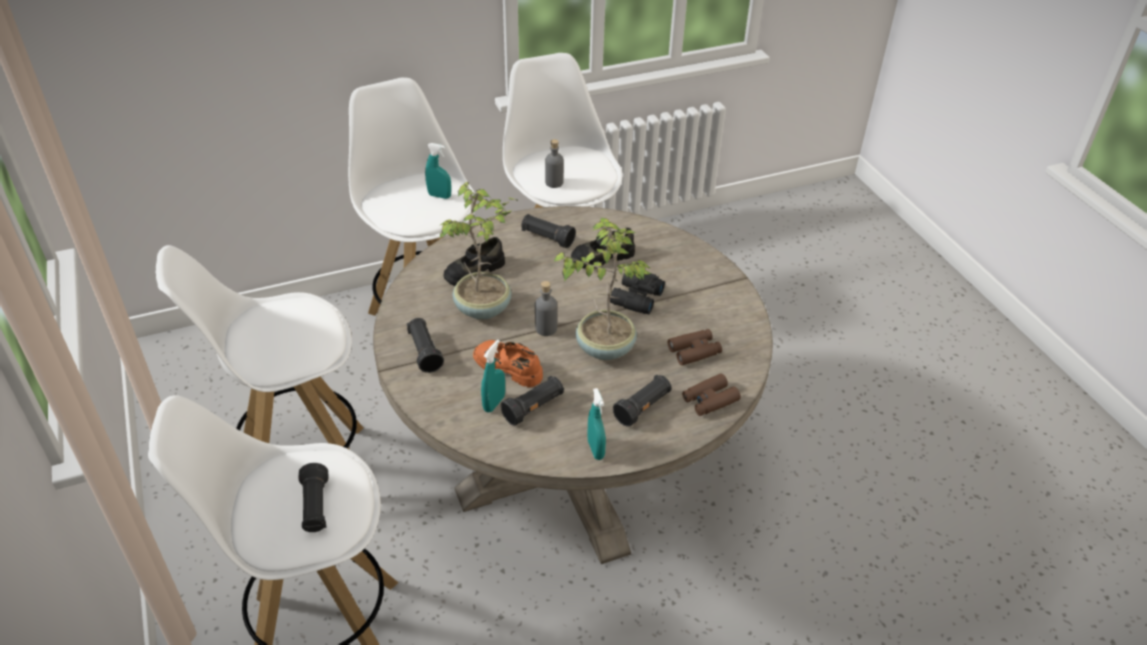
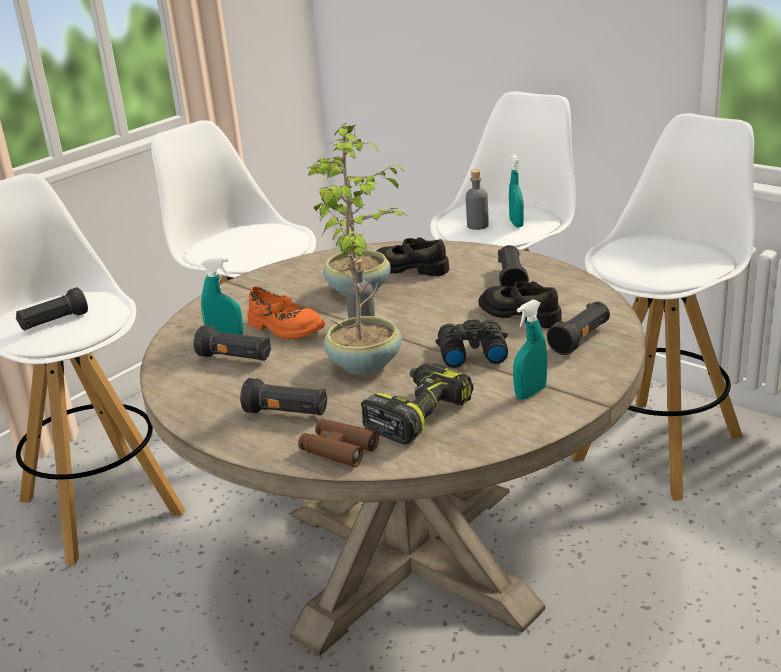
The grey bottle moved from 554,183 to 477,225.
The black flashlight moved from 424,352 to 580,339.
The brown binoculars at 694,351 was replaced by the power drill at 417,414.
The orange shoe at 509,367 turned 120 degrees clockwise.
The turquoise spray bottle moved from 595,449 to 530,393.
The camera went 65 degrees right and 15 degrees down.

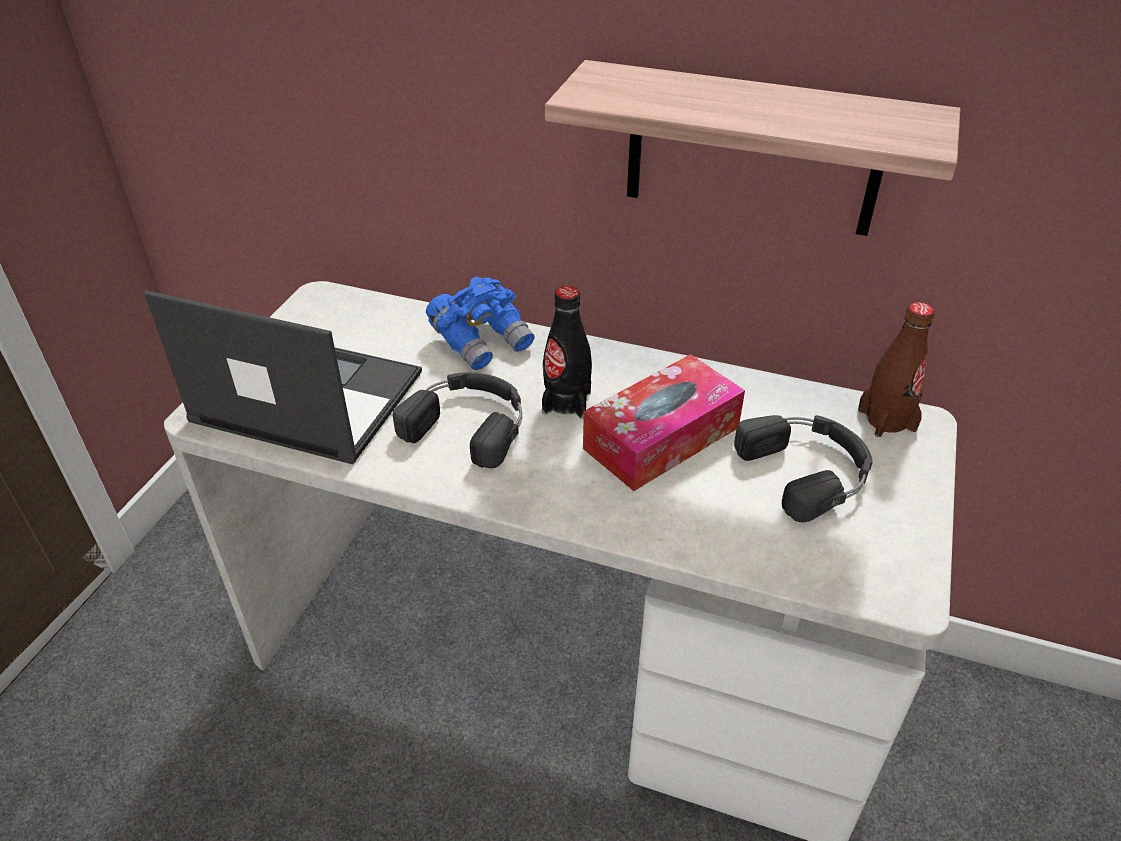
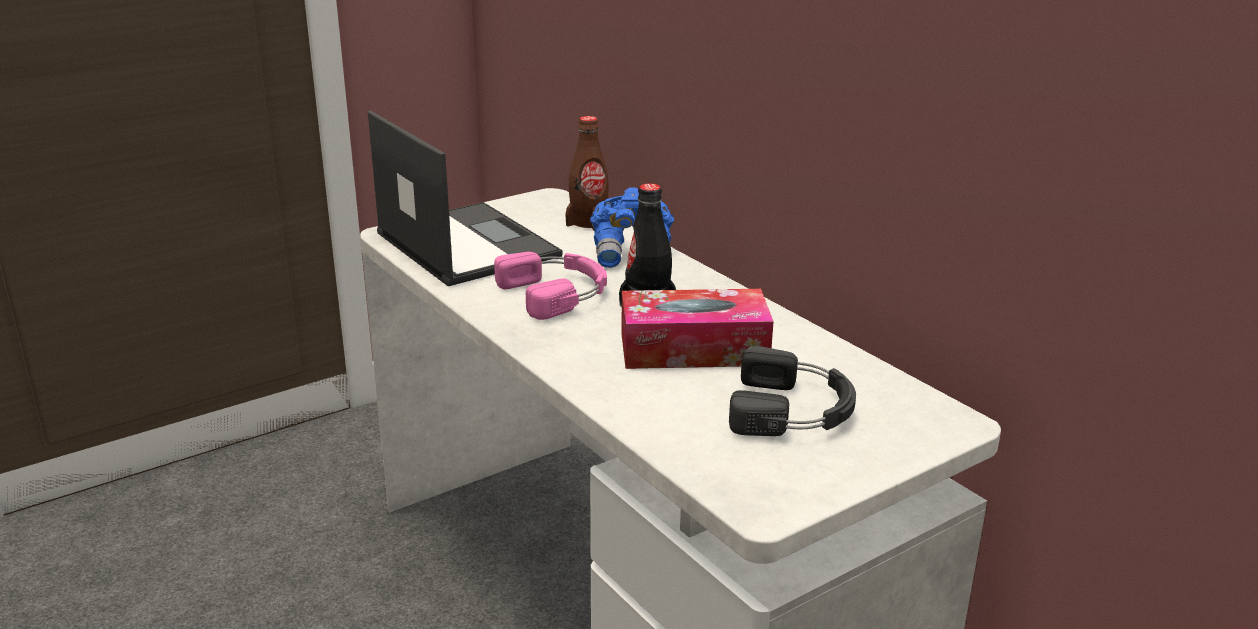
The shelf at 753,151 disappeared.
The brown bottle moved from 886,420 to 588,222.
The black headphones at 469,423 became the pink headphones at 557,293.
The camera went 35 degrees right and 15 degrees down.

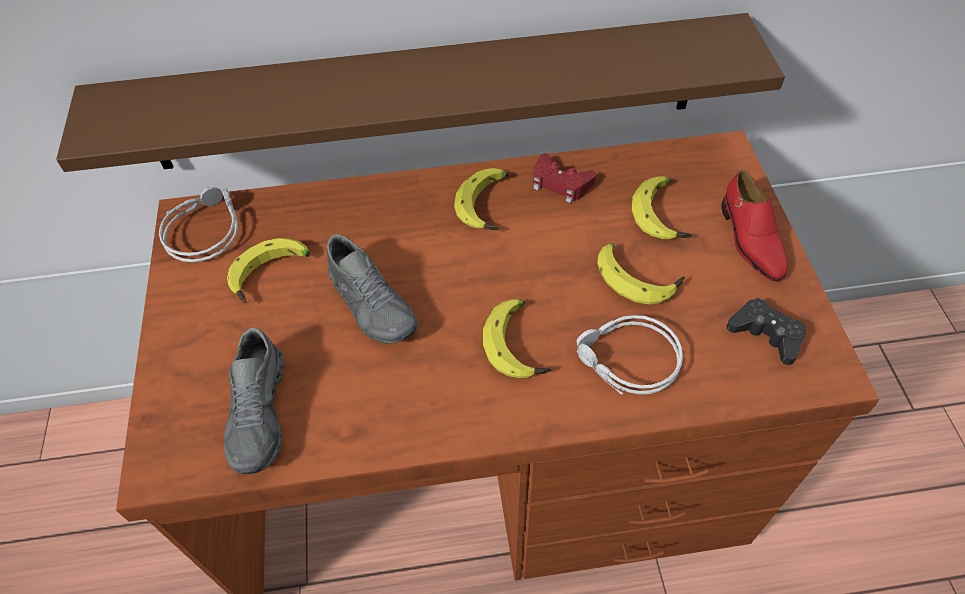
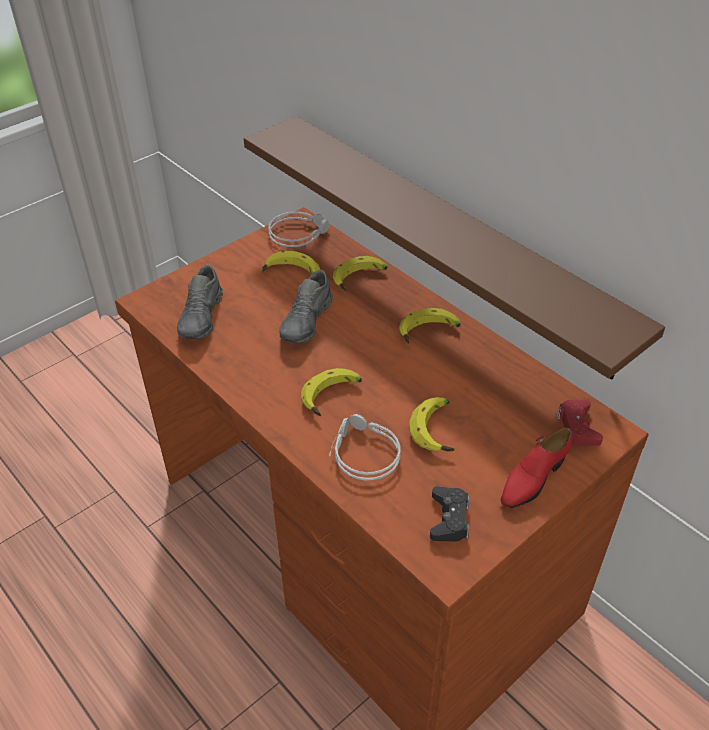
The red game controller moved from 560,183 to 577,427.
The banana moved from 663,214 to 360,279.
The grey shoe at 260,413 turned 45 degrees counterclockwise.
The camera went 55 degrees right and 10 degrees down.

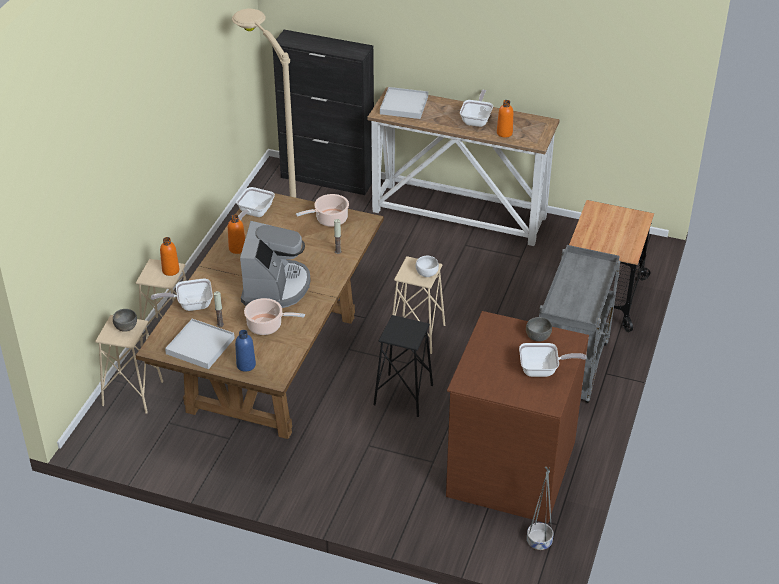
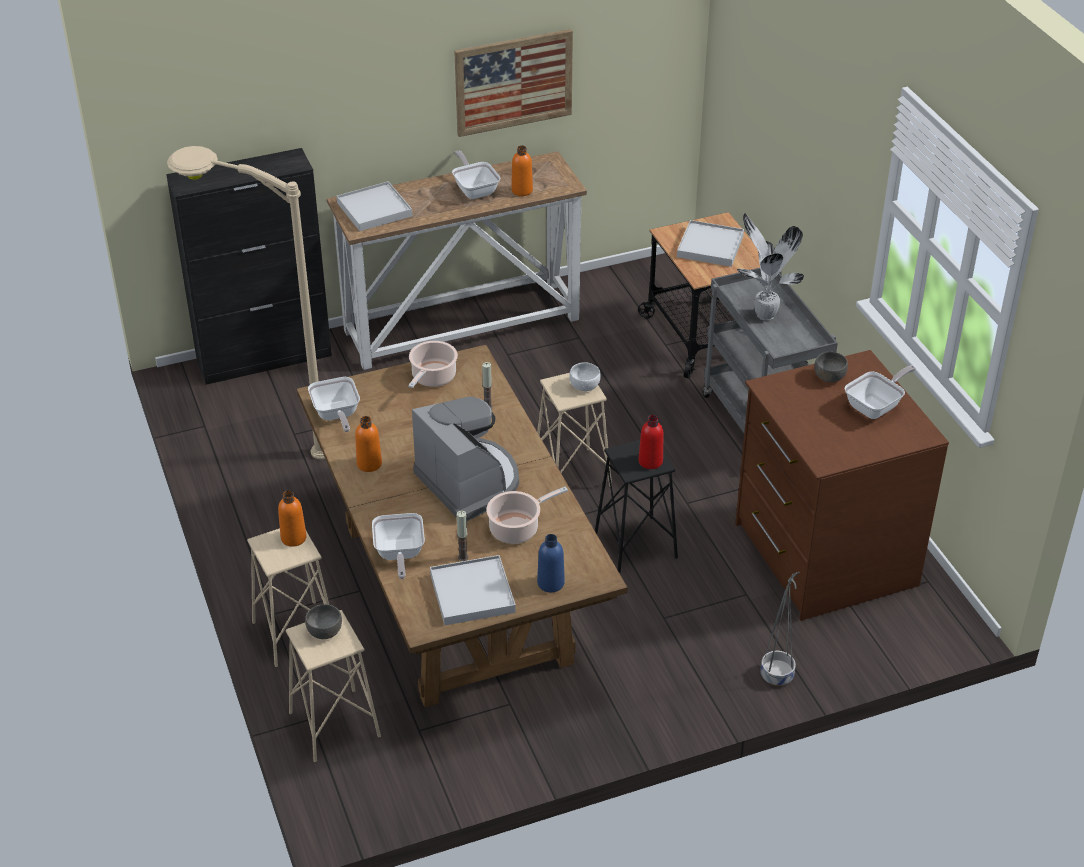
The frying pan at 190,304 turned 45 degrees counterclockwise.
The grey planter moved from 539,542 to 777,676.
The picture at 513,82 appeared.
The potted plant at 763,314 appeared.
The white tray at 710,246 appeared.
The red bottle at 650,461 appeared.
The camera went 40 degrees left and 0 degrees up.

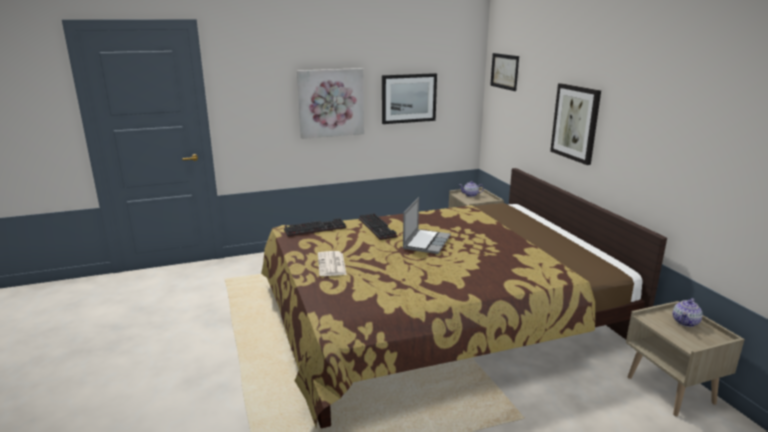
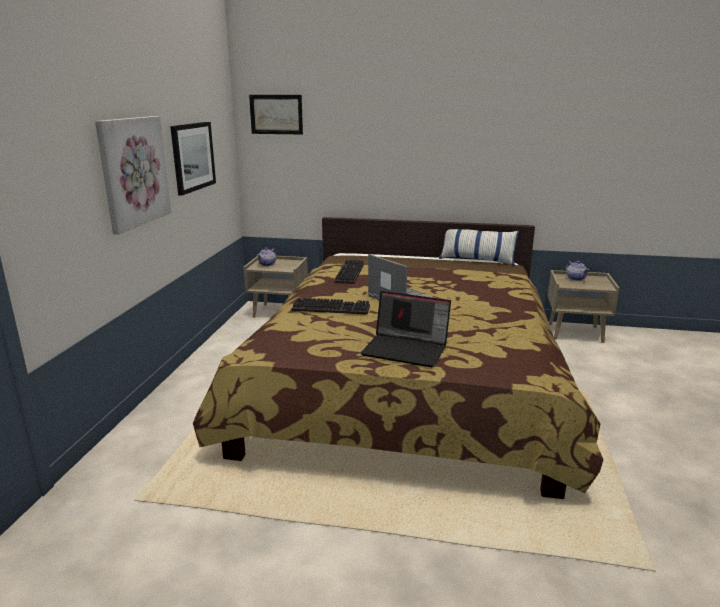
The picture at 575,123 disappeared.
The keyboard moved from 316,228 to 348,273.
The newspaper at 332,264 was replaced by the laptop at 406,349.
The pillow at 477,260 appeared.
The camera went 60 degrees left and 0 degrees up.

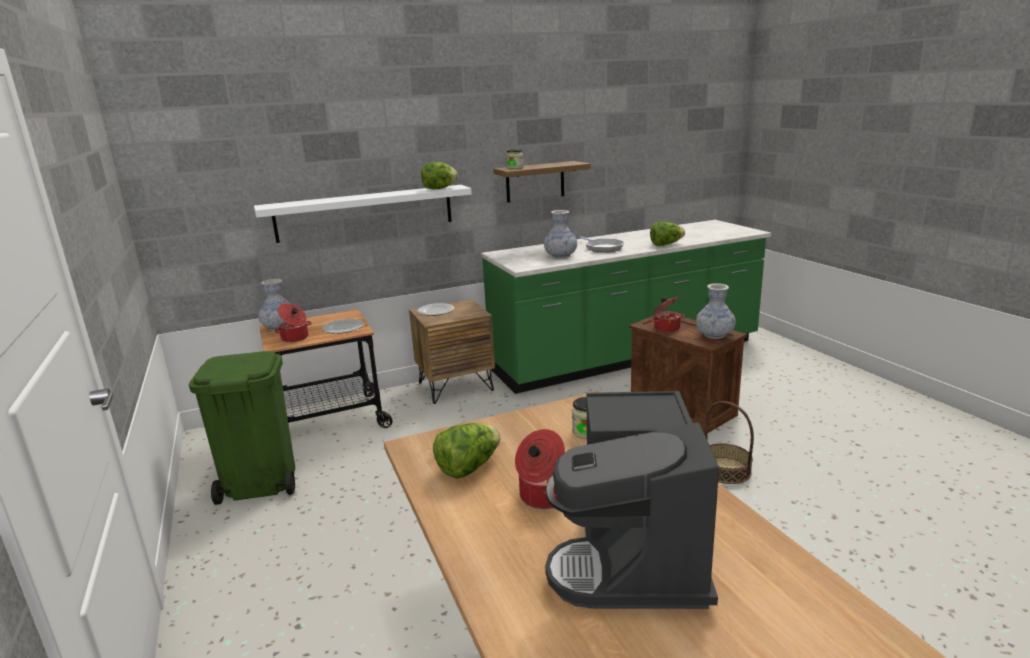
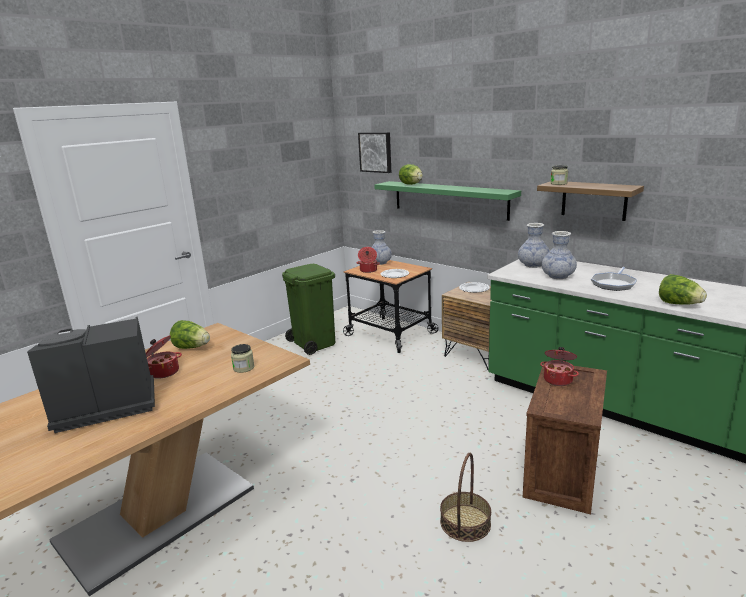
The lettuce moved from 439,189 to 411,184.
The white shelf at 365,213 became the green shelf at 449,199.
The vase moved from 714,335 to 533,265.
The picture at 376,152 appeared.
The camera went 65 degrees right and 0 degrees up.

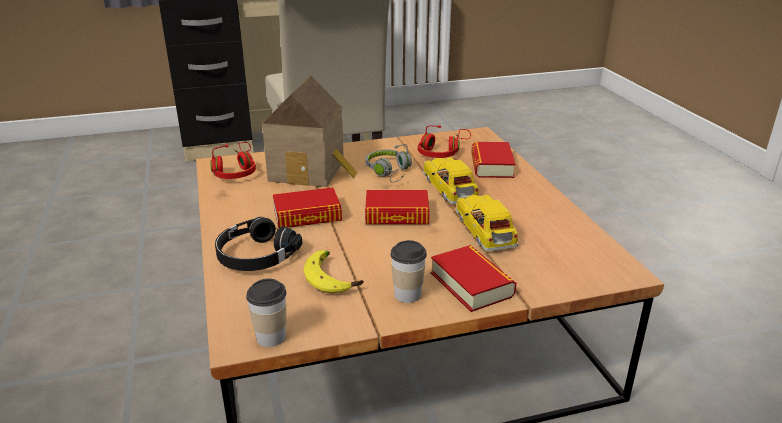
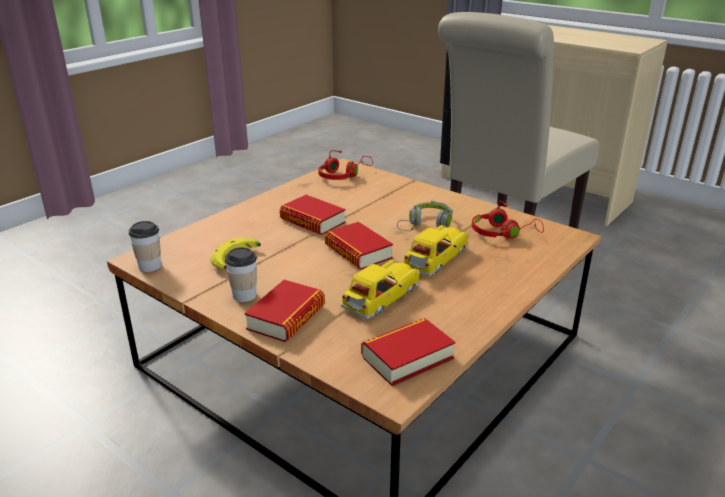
The toy house at 311,171 disappeared.
The book moved from 491,165 to 407,357.
The black headphones at 255,255 disappeared.
The camera went 55 degrees right and 0 degrees up.

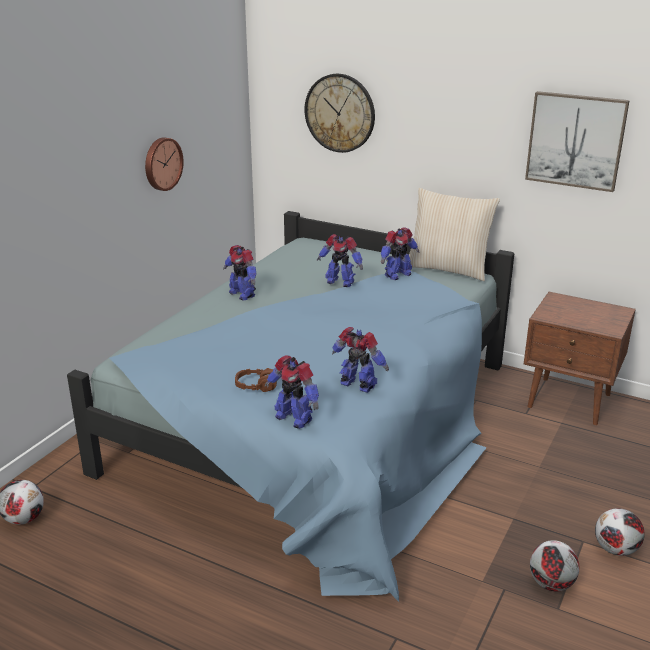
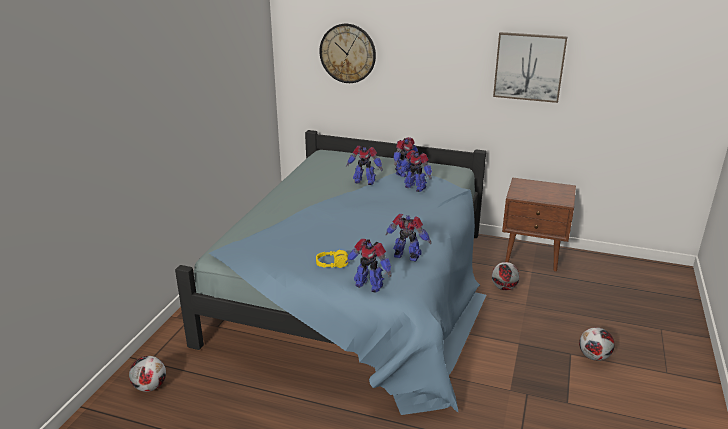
The wall clock at 162,163 disappeared.
The beige pillow at 448,269 disappeared.
The toy robot moved from 242,294 to 415,187.
The brown headphones at 256,386 became the yellow headphones at 332,264.
The football moved from 550,583 to 503,288.
The camera went 10 degrees left and 0 degrees up.

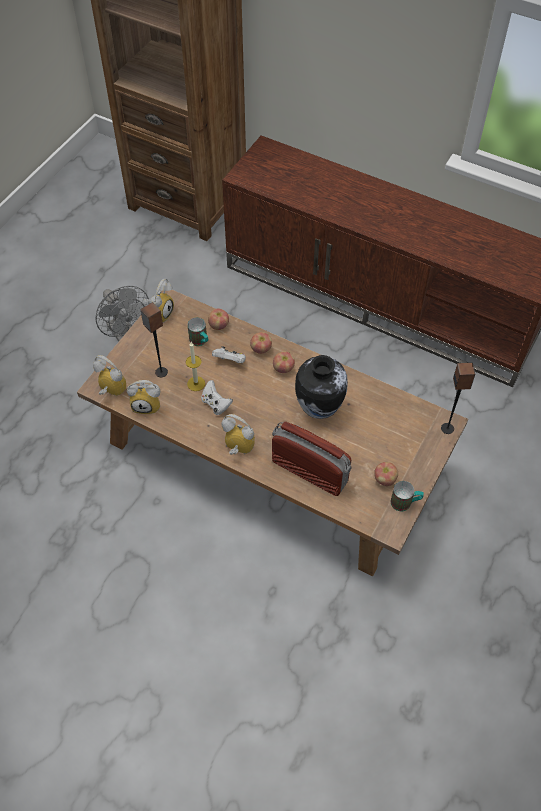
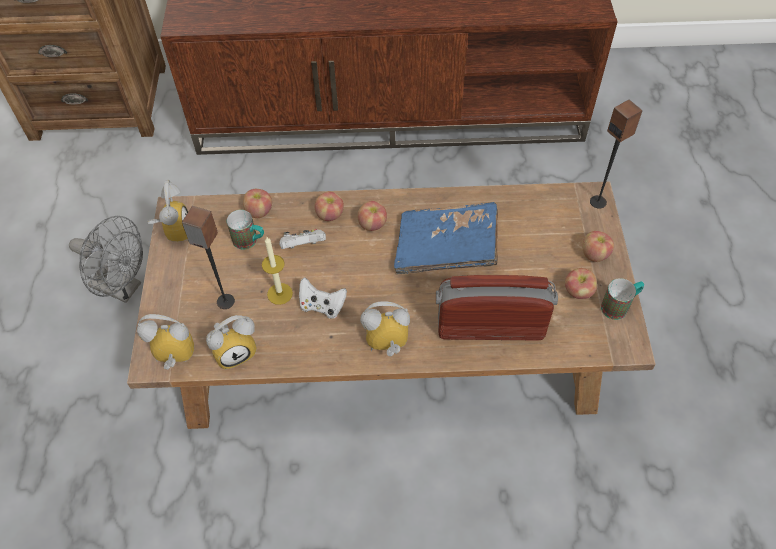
The vase at 319,408 was replaced by the blue book at 446,249.
The apple at 594,254 appeared.
The camera went 30 degrees left and 0 degrees up.

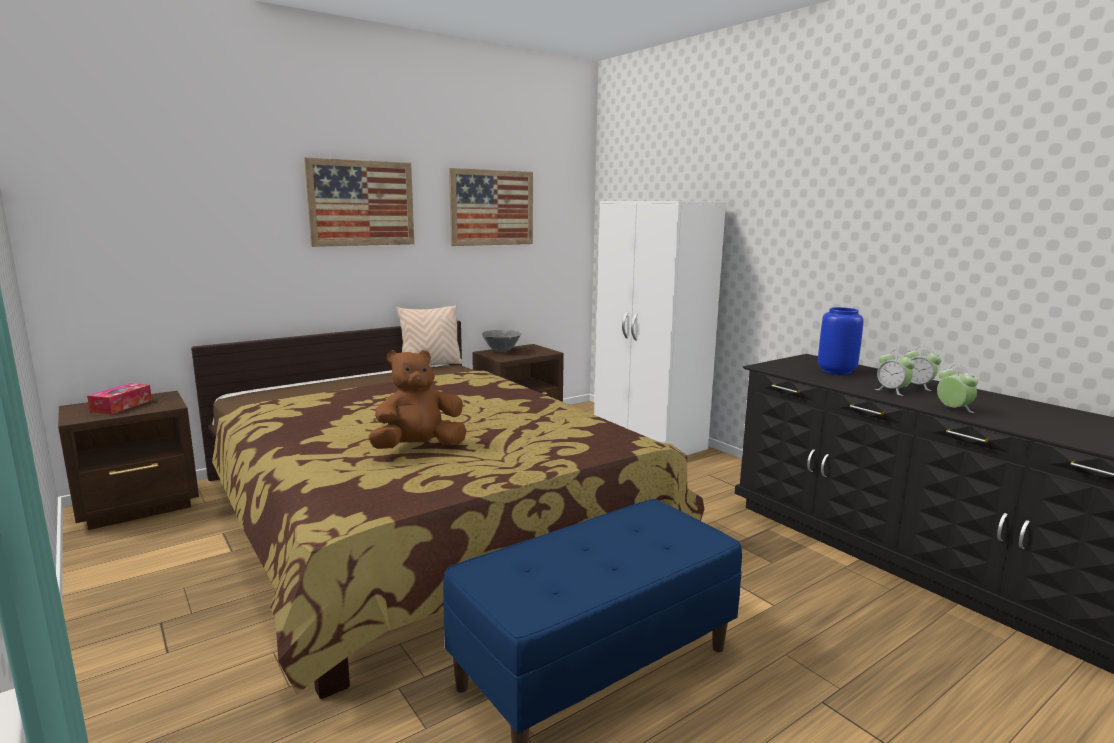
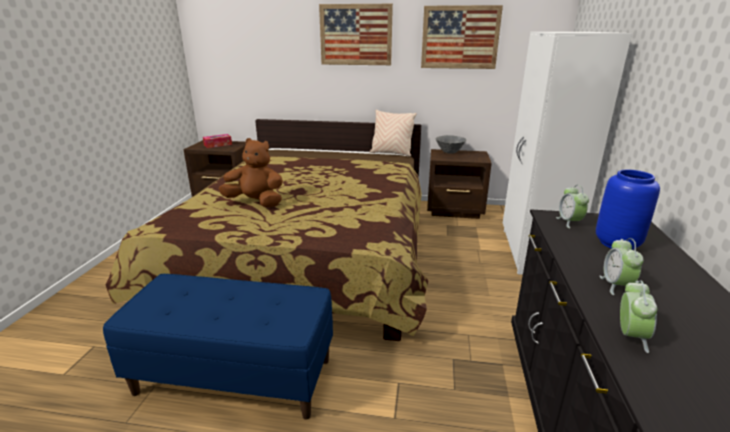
The alarm clock moved from 918,386 to 569,222.
The camera went 45 degrees right and 10 degrees up.

